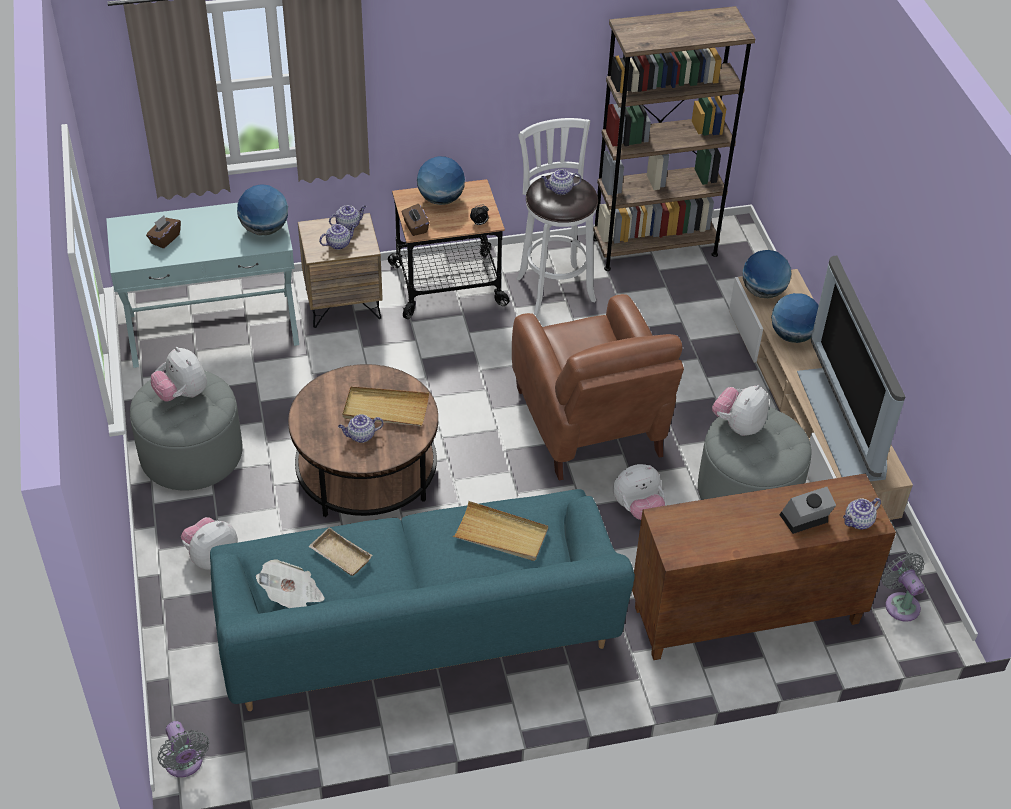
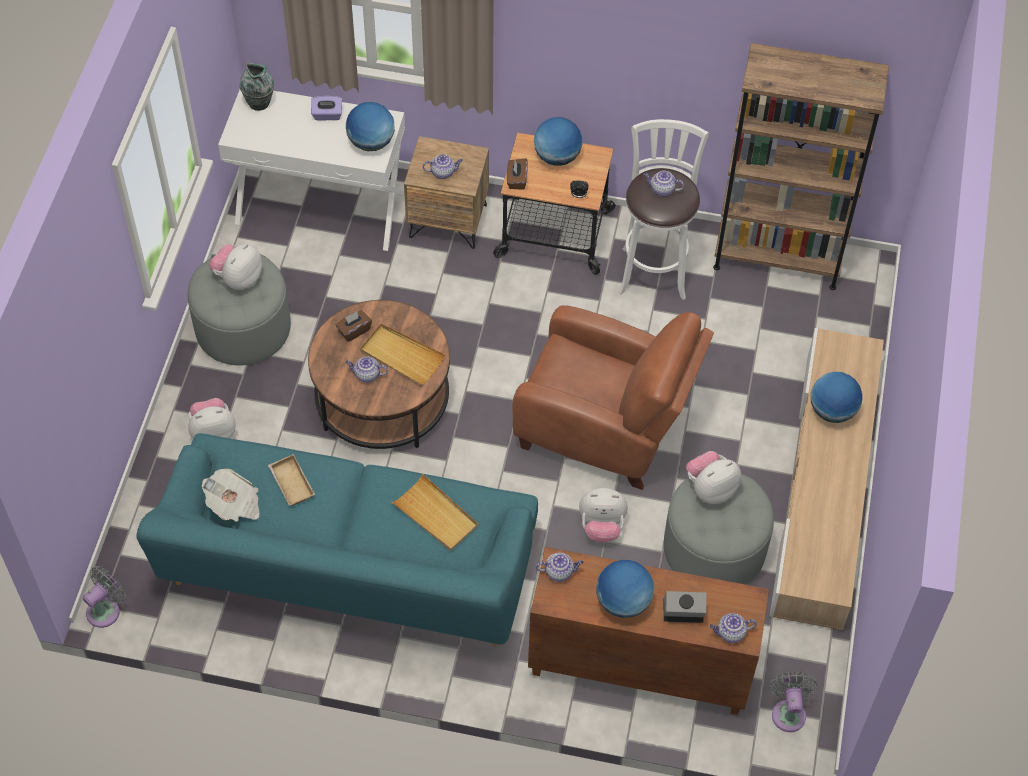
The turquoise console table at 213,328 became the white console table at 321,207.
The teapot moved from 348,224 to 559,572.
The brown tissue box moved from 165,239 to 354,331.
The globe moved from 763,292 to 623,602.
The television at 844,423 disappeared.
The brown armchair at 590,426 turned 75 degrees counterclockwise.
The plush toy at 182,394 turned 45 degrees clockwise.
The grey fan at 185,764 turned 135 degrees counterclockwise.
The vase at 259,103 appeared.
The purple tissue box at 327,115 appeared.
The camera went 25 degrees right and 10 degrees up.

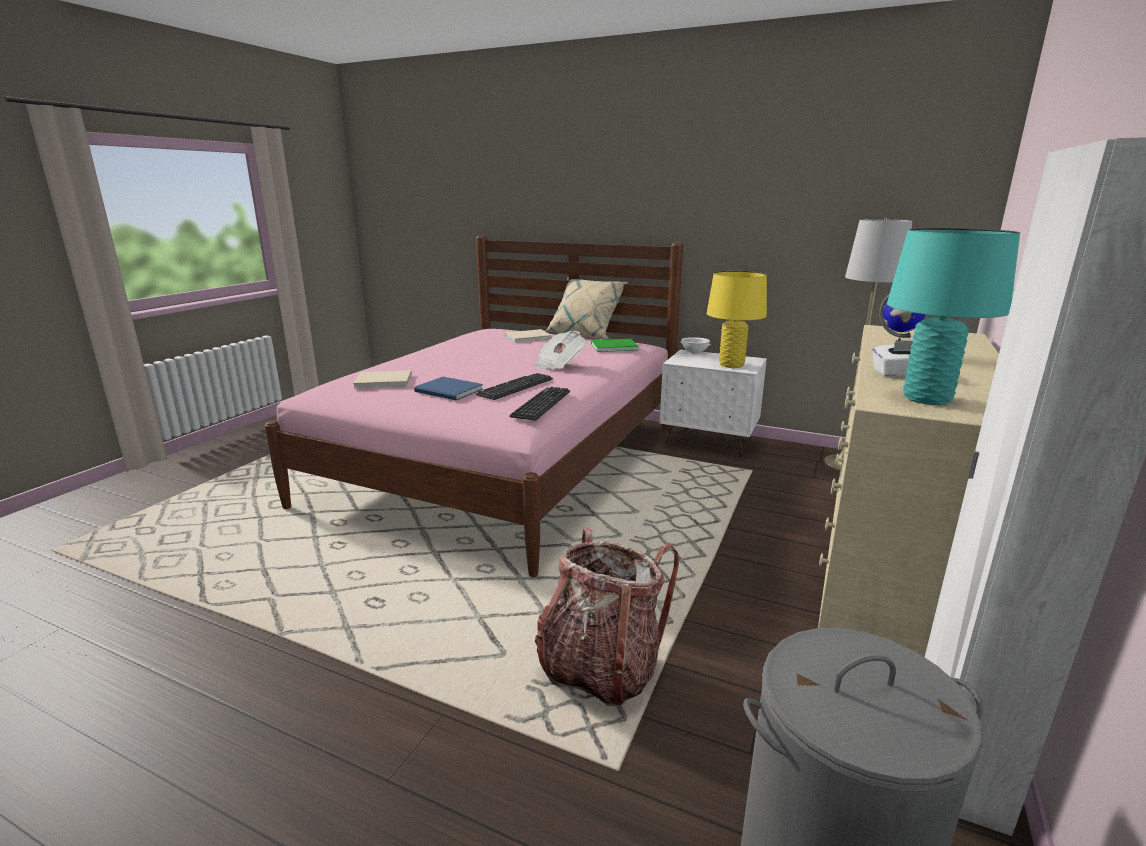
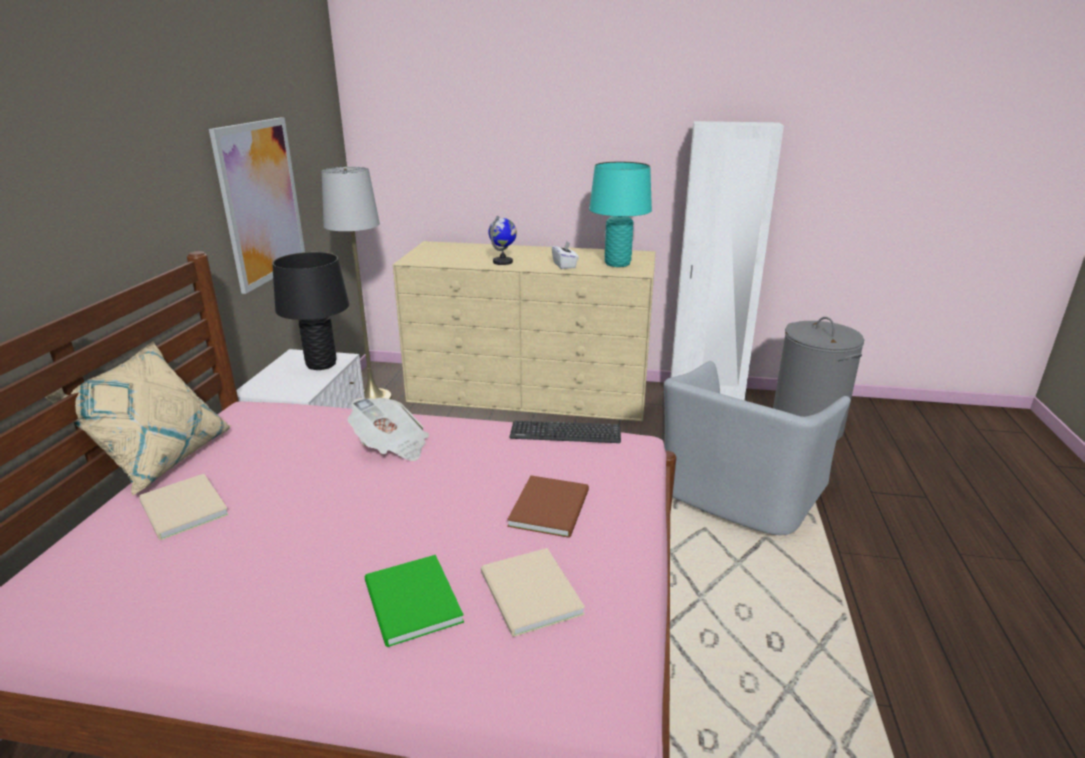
The yellow table lamp at 731,365 became the black table lamp at 321,364.
The white bowl at 694,353 disappeared.
The green book moved from 612,347 to 411,604.
The keyboard at 515,387 disappeared.
The blue book at 449,391 became the brown book at 552,507.
The backpack at 600,667 was replaced by the grey armchair at 738,494.
The picture at 261,202 appeared.
The camera went 105 degrees left and 5 degrees up.

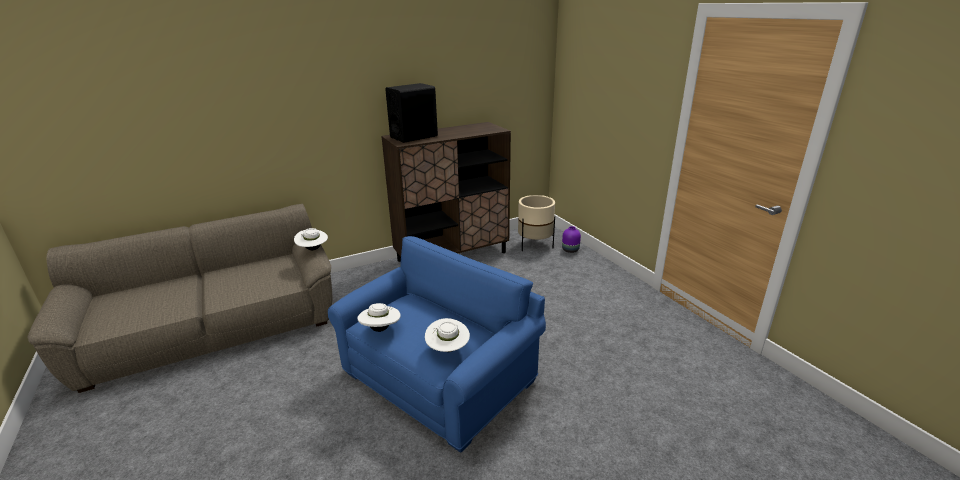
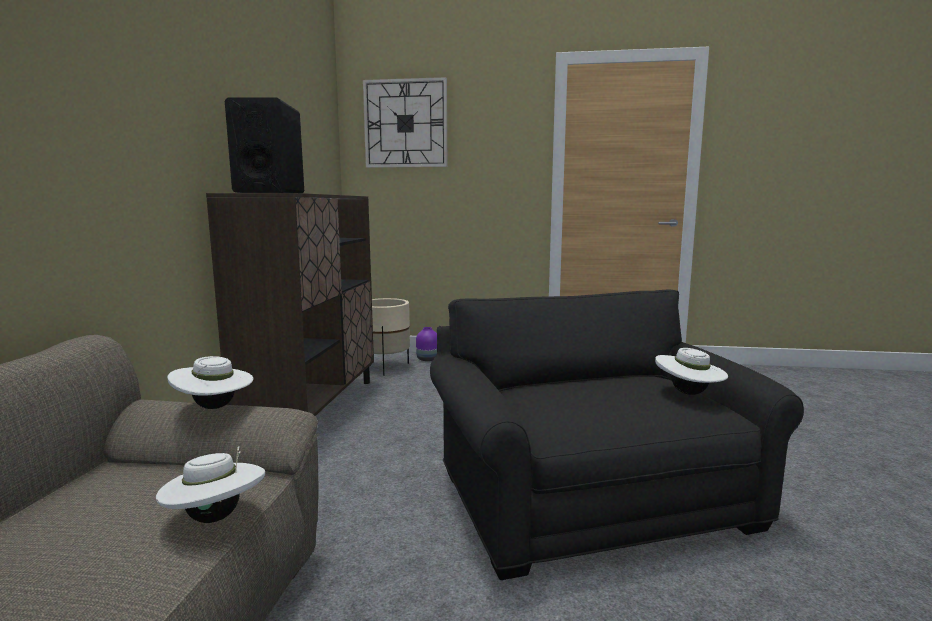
The blue armchair at 438,378 became the black armchair at 593,500.
The white hat moved from 380,329 to 215,517.
The wall clock at 405,124 appeared.
The camera went 55 degrees left and 15 degrees down.

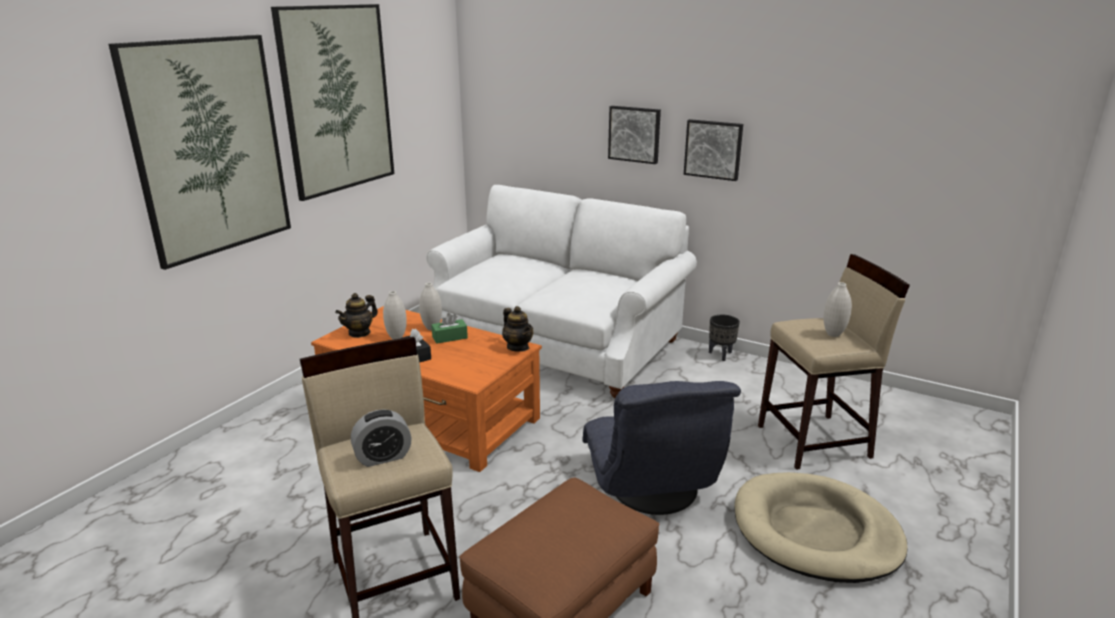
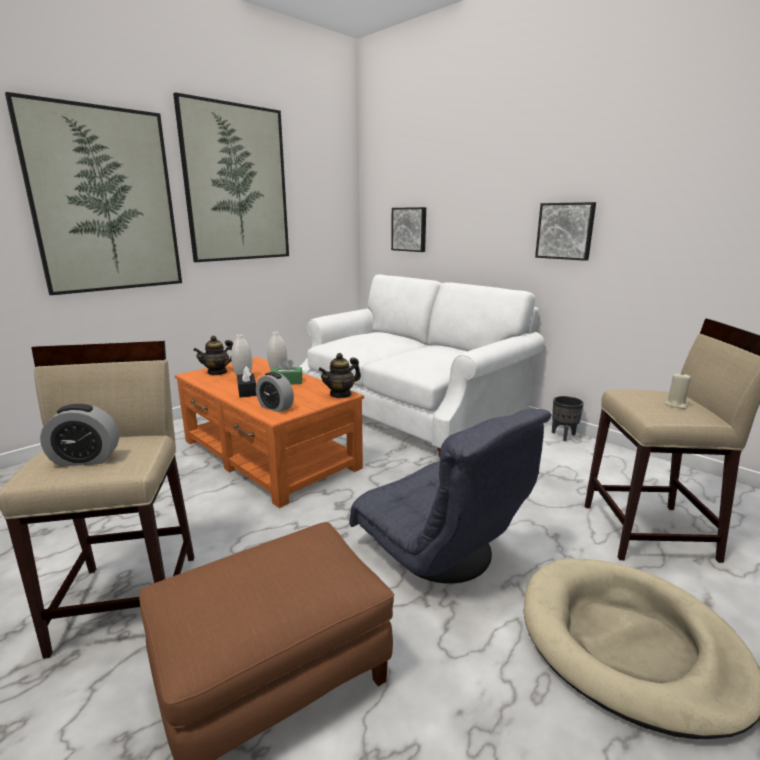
The picture moved from 635,134 to 409,229.
The white vase at 833,334 was replaced by the beige candle at 676,405.
The teapot at 518,347 turned 75 degrees clockwise.
The grey armchair at 651,488 turned 45 degrees counterclockwise.
The alarm clock at 275,407 appeared.
The camera went 15 degrees right and 5 degrees down.

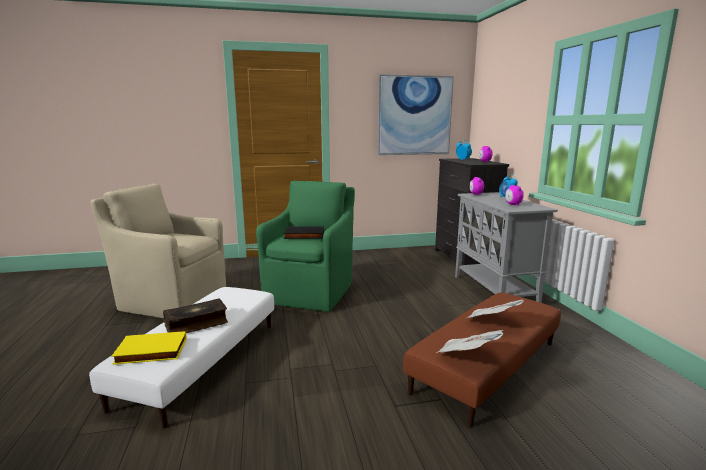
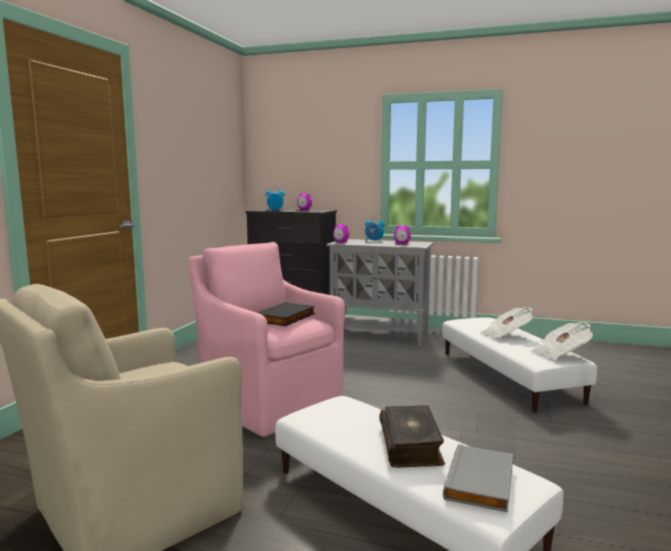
The picture at 414,115 disappeared.
The green armchair at 311,292 became the pink armchair at 269,403.
The brown ottoman at 486,366 became the white ottoman at 507,376.
The yellow book at 150,352 became the grey book at 481,482.
The camera went 60 degrees left and 5 degrees down.

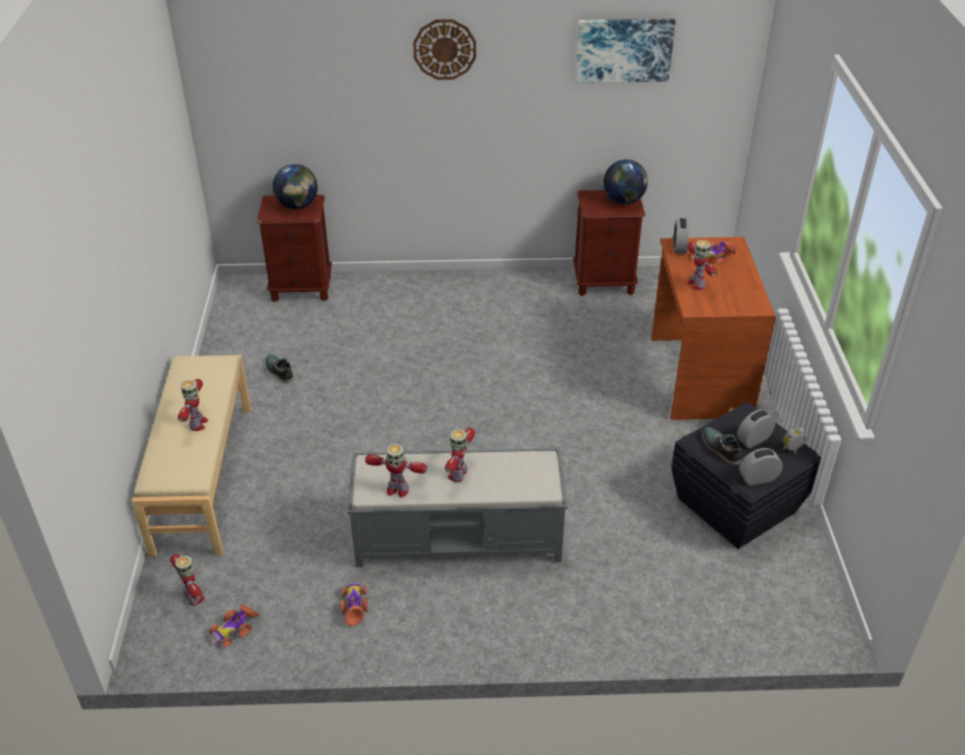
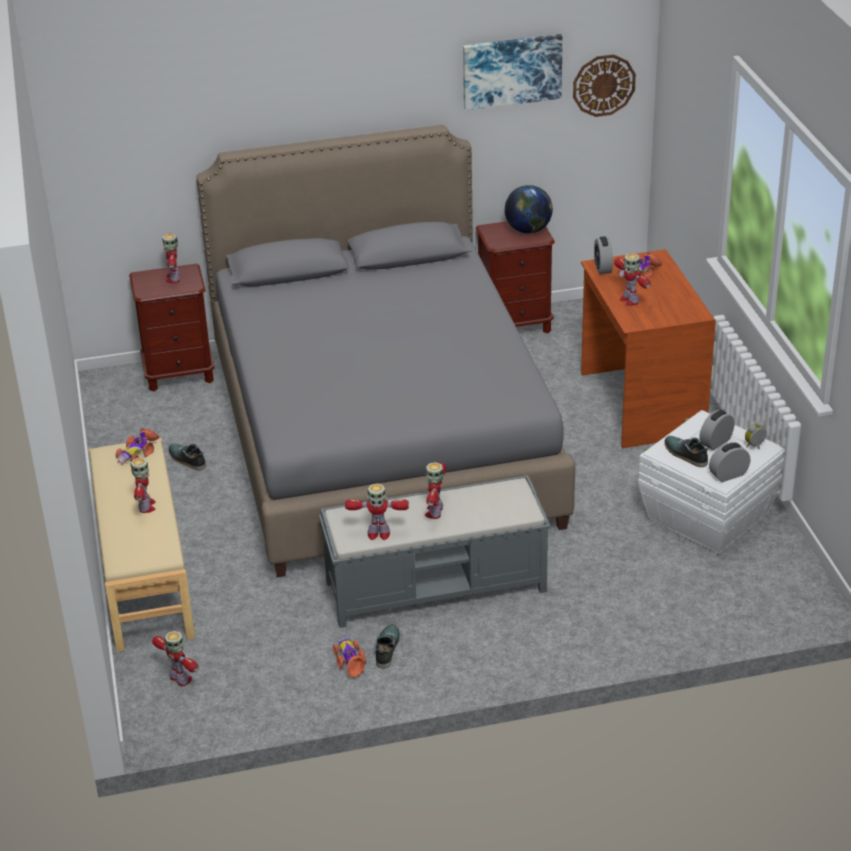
The wall clock moved from 444,49 to 603,85.
The globe at 297,205 was replaced by the toy robot at 174,278.
The black storage box at 735,505 became the white storage box at 706,516.
The toy car moved from 234,629 to 137,453.
The grey bed at 381,435 appeared.
The shoe at 387,649 appeared.
The camera went 10 degrees left and 5 degrees down.

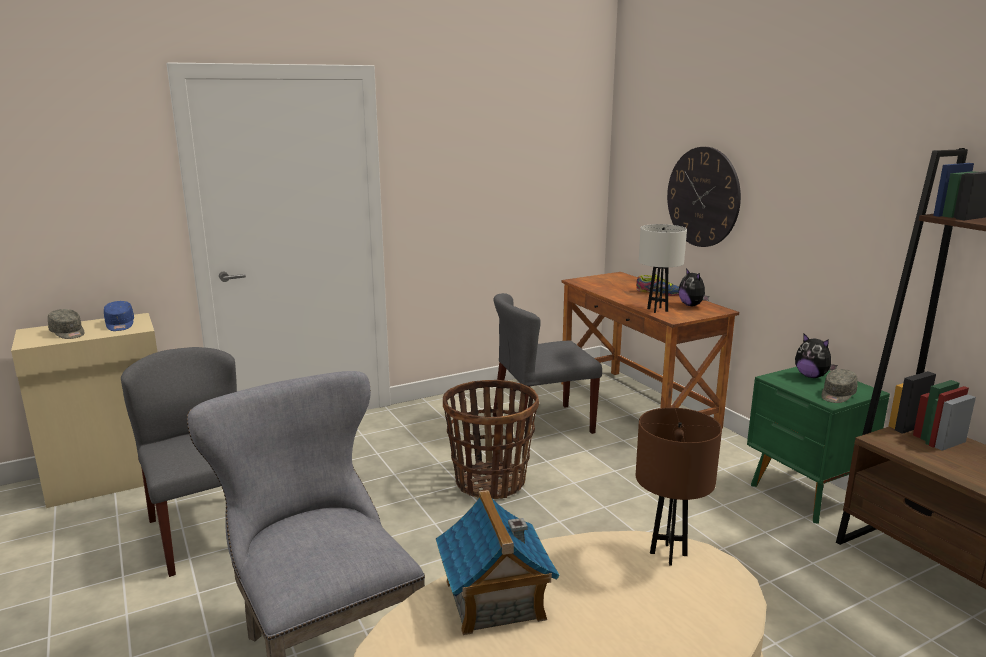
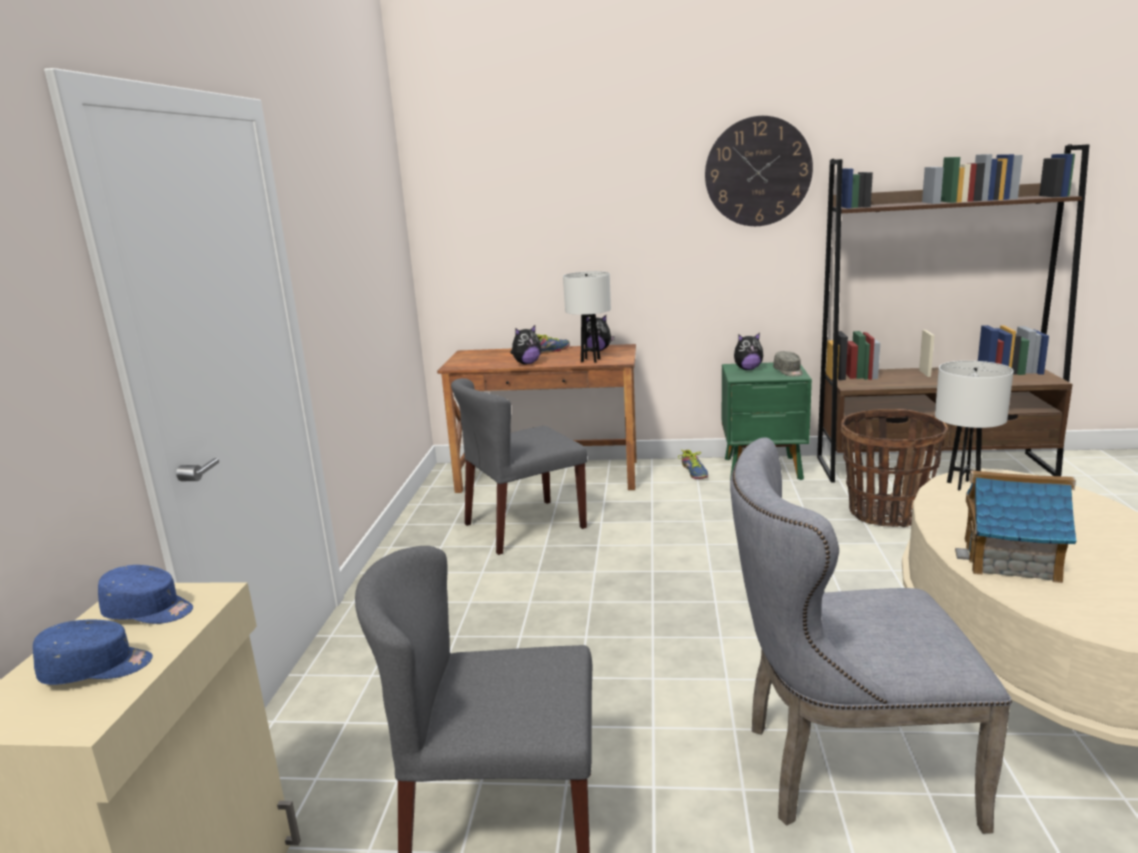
The wall clock moved from 703,197 to 758,172.
The grey chair at 542,424 turned 45 degrees clockwise.
The grey cap at 68,333 became the blue cap at 97,669.
The basket moved from 490,482 to 886,513.
The brown table lamp at 668,554 became the white table lamp at 963,485.
The plush toy at 526,363 appeared.
The shoe at 694,472 appeared.
The camera went 55 degrees left and 0 degrees up.

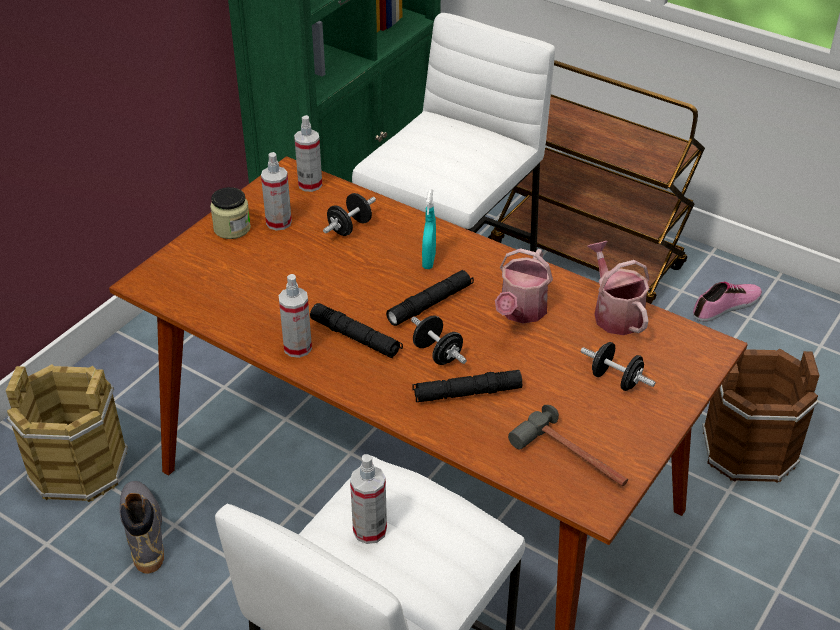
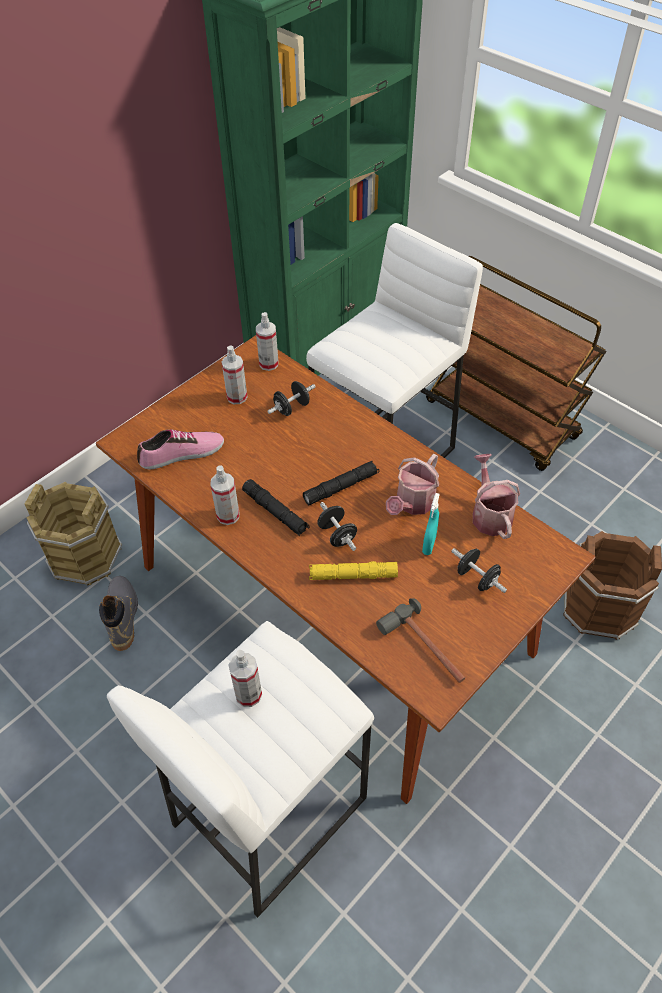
The jar at 232,228 disappeared.
The turquoise spray bottle moved from 429,261 to 429,545.
The shoe moved from 726,306 to 182,454.
The black flashlight at 467,393 became the yellow flashlight at 353,575.
The camera went 10 degrees right and 10 degrees up.

